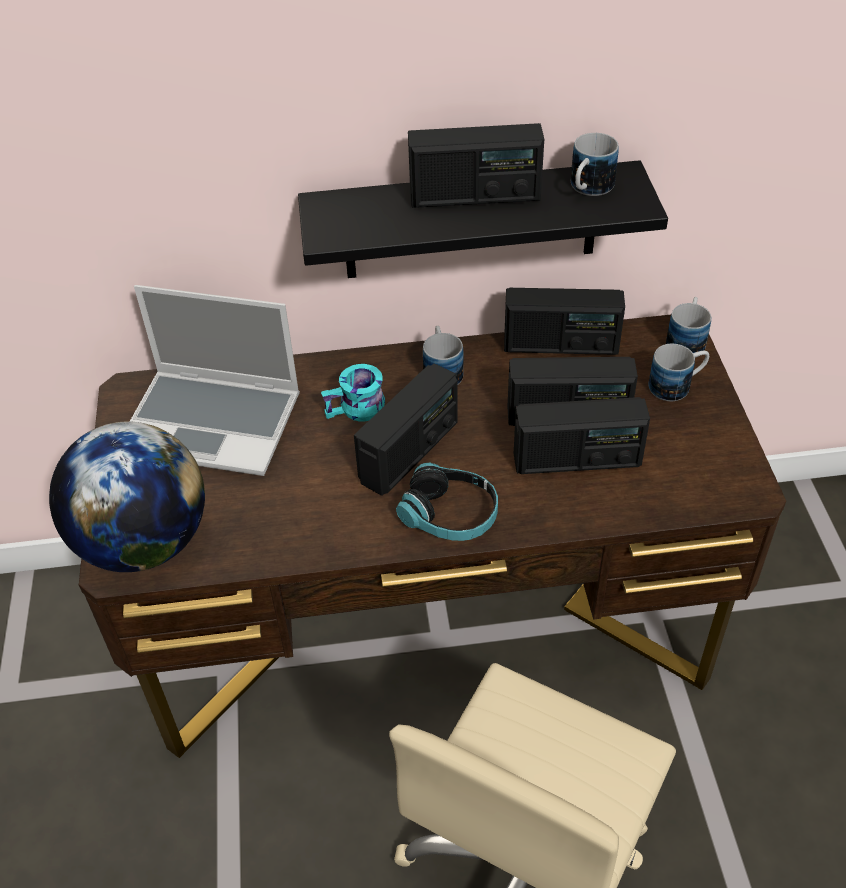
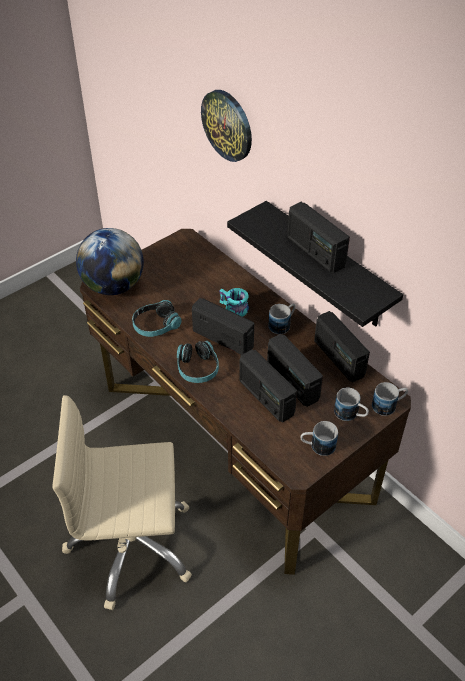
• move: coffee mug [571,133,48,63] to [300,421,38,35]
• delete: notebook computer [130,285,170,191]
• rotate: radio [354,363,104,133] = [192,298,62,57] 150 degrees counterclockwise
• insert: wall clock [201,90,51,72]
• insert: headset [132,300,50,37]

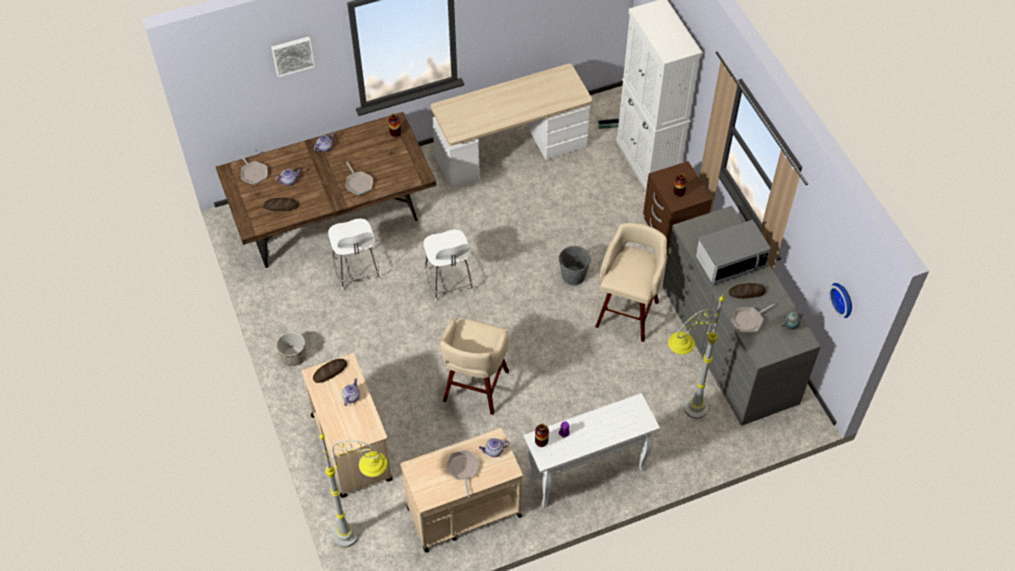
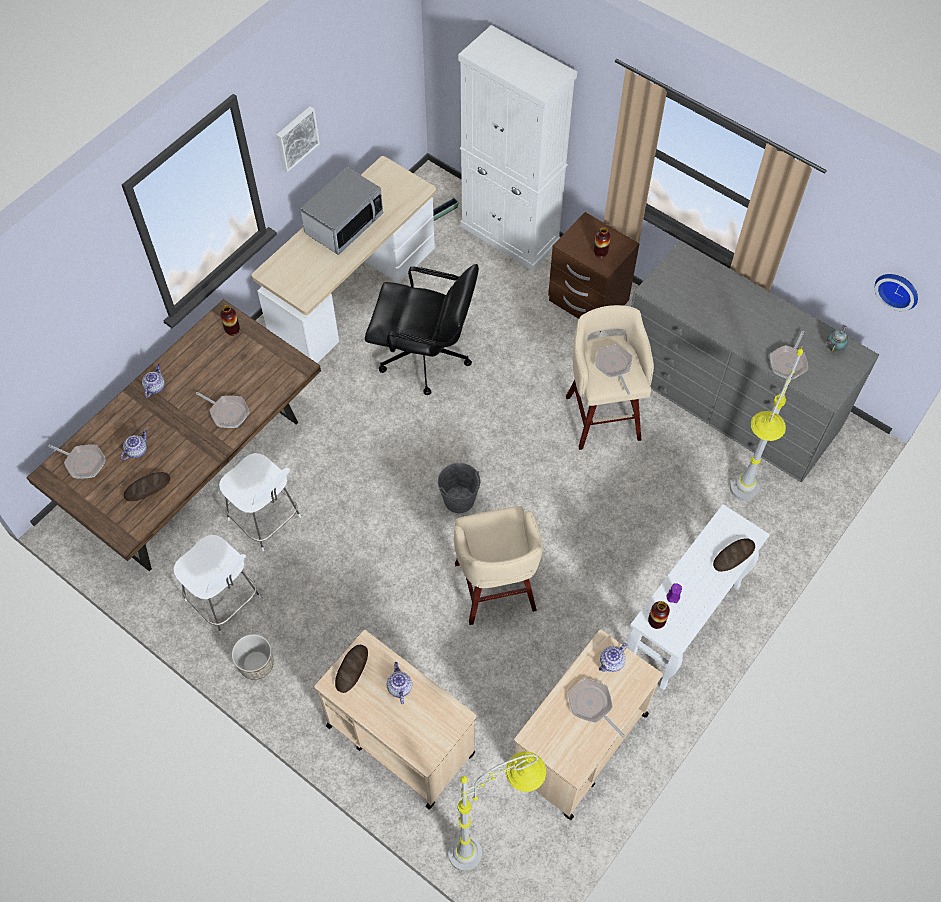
• move: wall art [271,36,44,41] to [277,106,43,66]
• move: microwave [696,220,75,65] to [300,167,83,88]
• move: chair (white) [424,229,49,73] to [173,535,88,99]
• move: bucket (gray) [559,246,33,39] to [438,463,42,50]
• move: bakery bread [729,283,37,16] to [713,538,42,34]
• insert: office chair (black) [365,264,114,131]
• insert: frying pan [595,345,37,50]

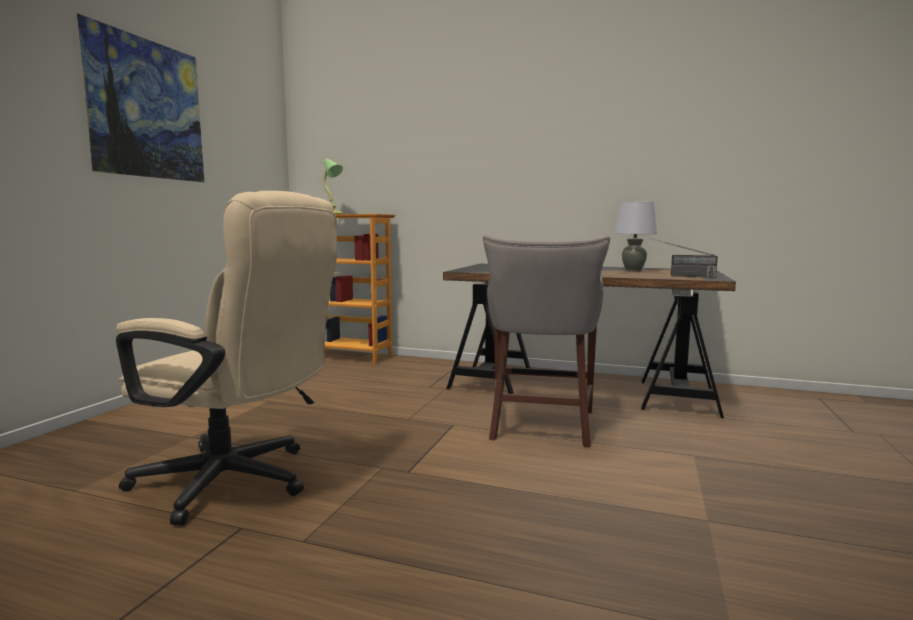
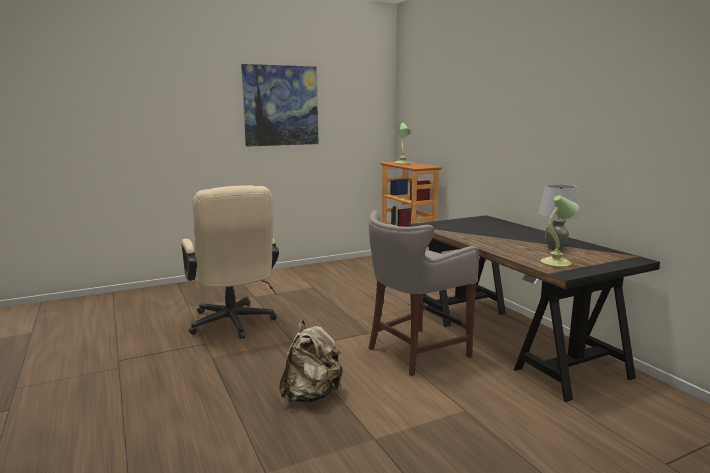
• replace: radio [650,238,68,40] to tabletop lamp [541,195,38,73]
• insert: backpack (beige) [279,320,64,83]

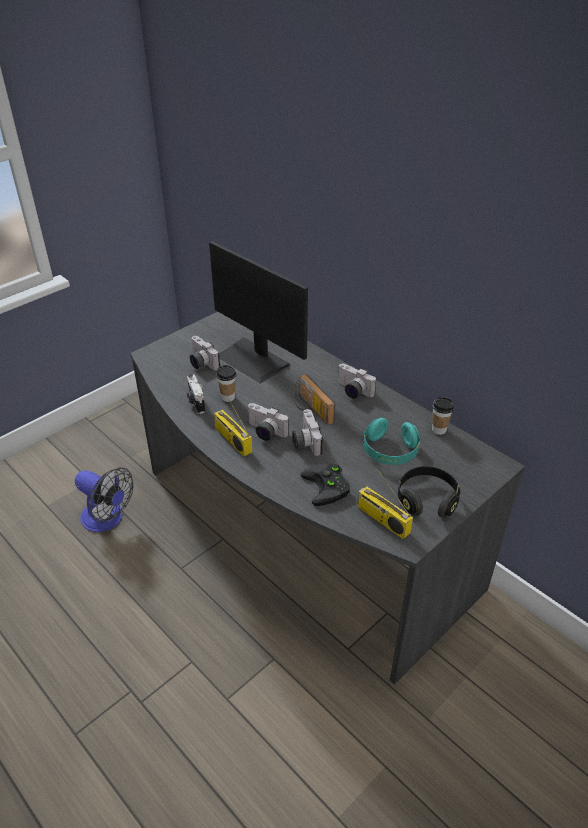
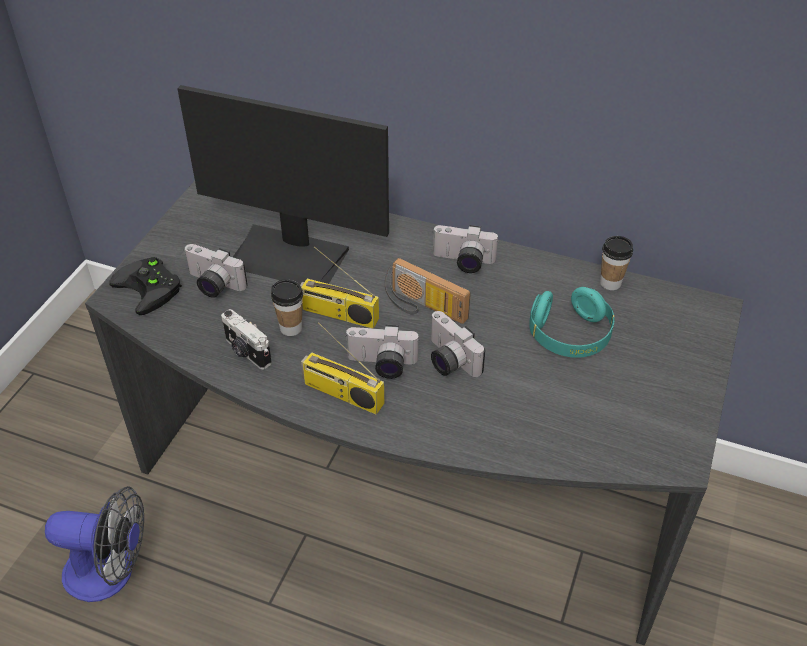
• move: gamepad (black) [301,464,49,42] to [109,257,73,58]
• move: radio [357,466,56,73] to [300,246,79,83]
• delete: headset (black) [398,466,62,52]

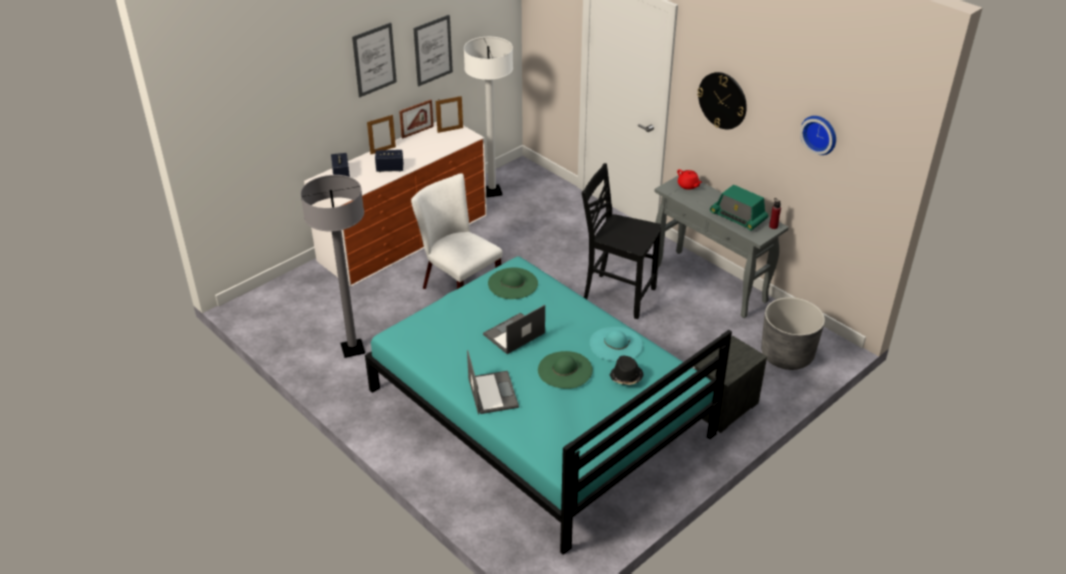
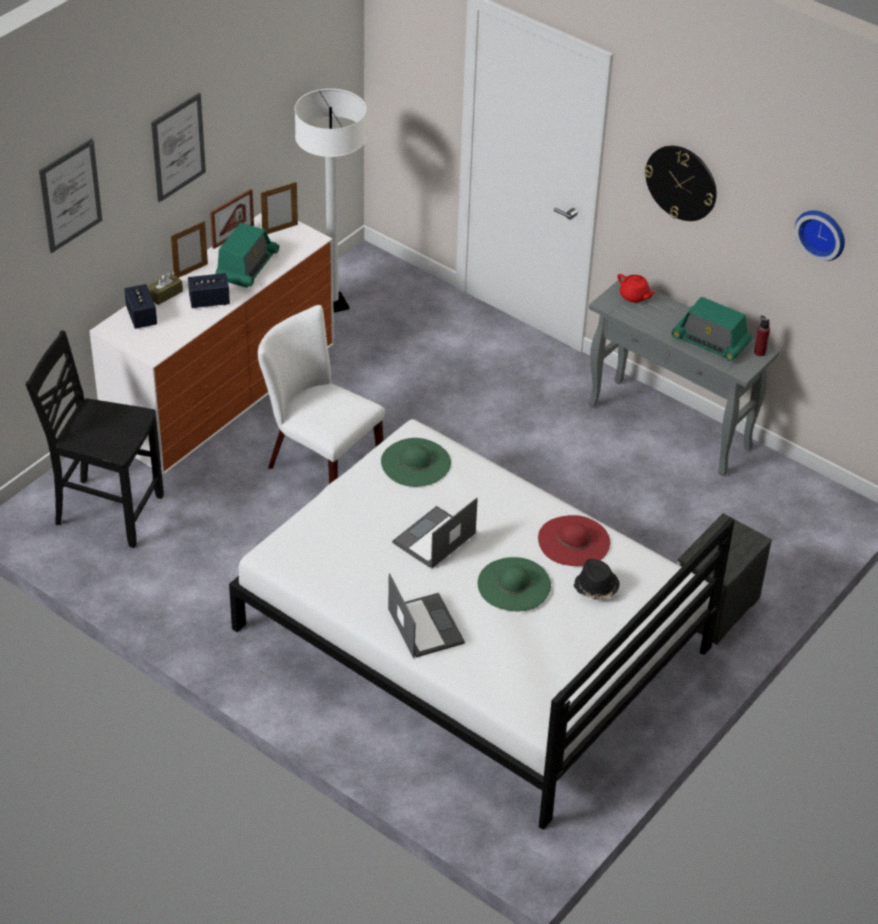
• move: wall art [413,15,40,71] to [39,138,63,115]
• move: chair (black) [582,163,79,156] to [26,330,138,218]
• delete: standing lamp (gray) [300,175,65,183]
• recolor: bedroom bed (blue-green) [365,256,367,299] to bedroom bed (white) [229,419,506,410]
• delete: plant pot (gray) [761,297,64,73]
• recolor: clothing hat (blue-green) [590,327,53,35] to clothing hat (red-coloured) [538,515,72,51]
• insert: radio [215,223,64,65]
• insert: box of tissues (brownish) [147,272,36,33]

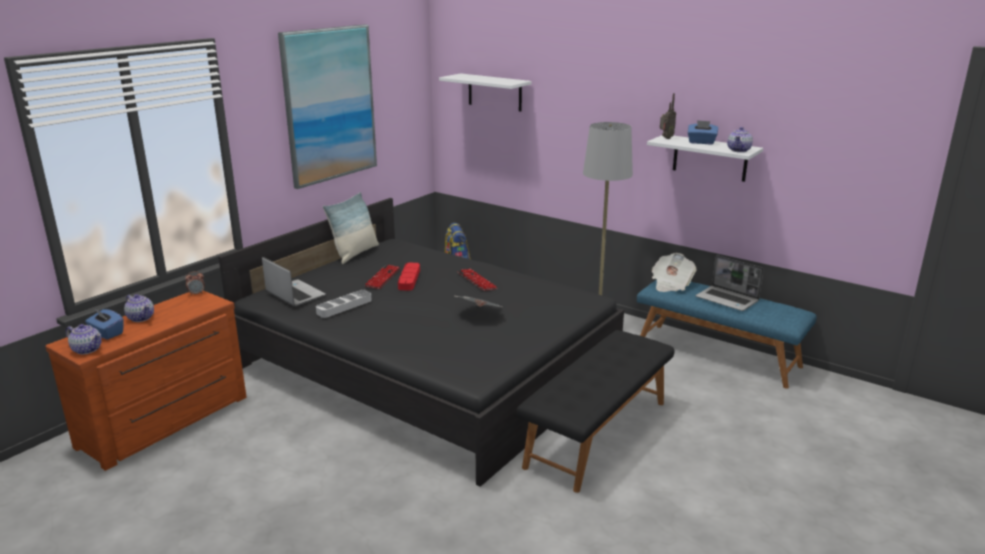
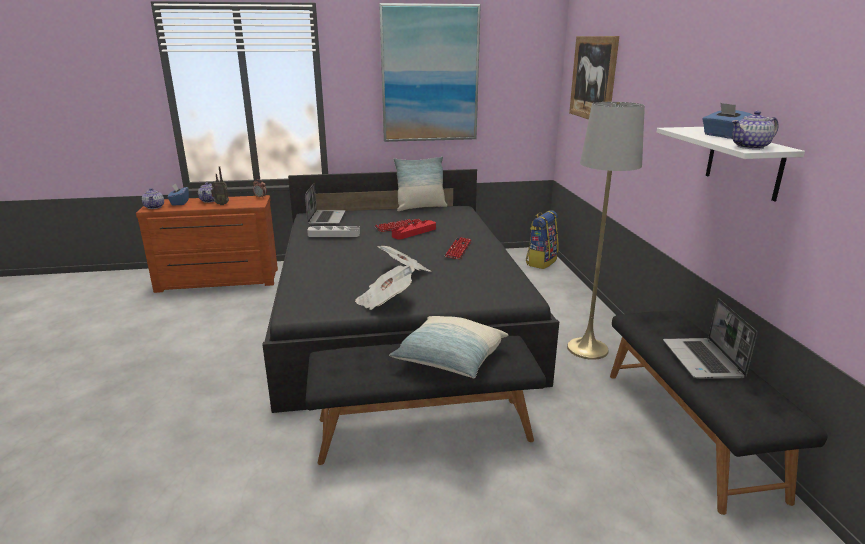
• replace: bracket shelf (white) [439,73,93,38] to wall art [569,36,50,84]
• move: radio [660,93,16,46] to [211,166,18,39]
• move: daily paper [651,253,46,39] to [355,265,60,45]
• recolor: bench (blue) [637,279,180,110] to bench (black) [610,311,218,204]
• insert: pillow [389,316,119,62]

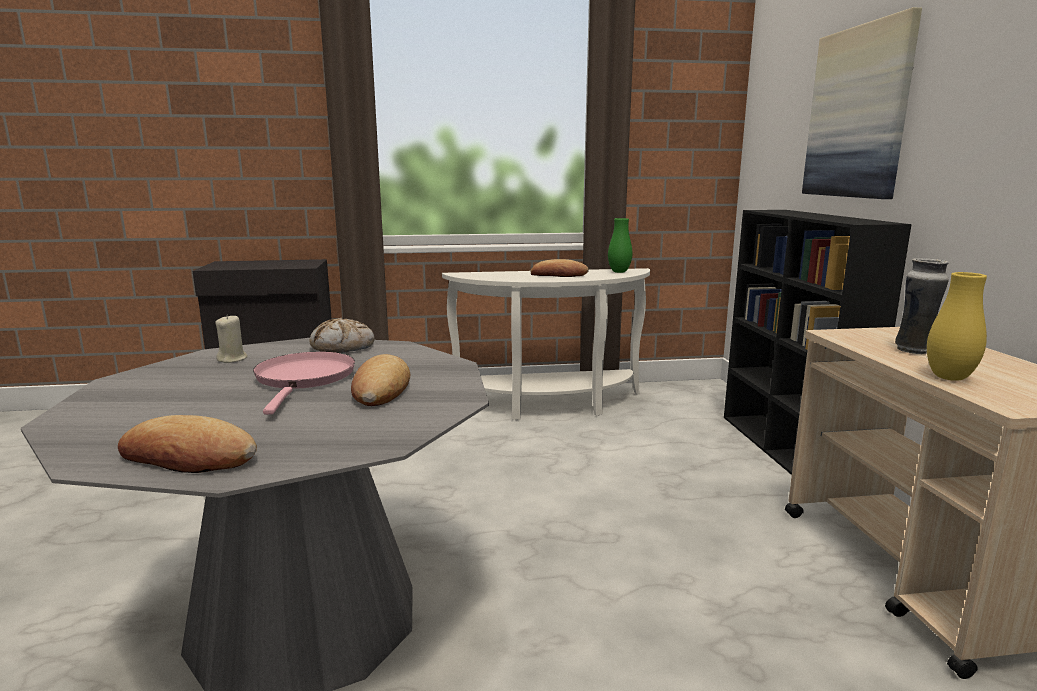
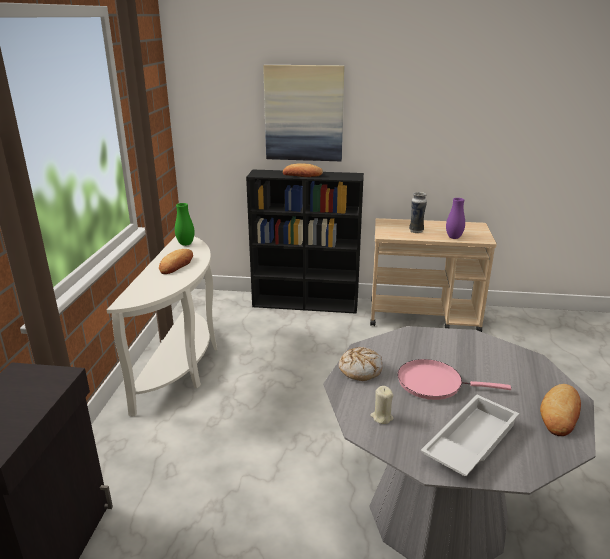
• recolor: vase (yellow-coloured) [927,272,60,109] to vase (purple-coloured) [446,198,19,41]
• move: bakery bread [351,354,59,52] to [283,163,40,14]
• insert: carrying tray (white) [421,395,98,81]

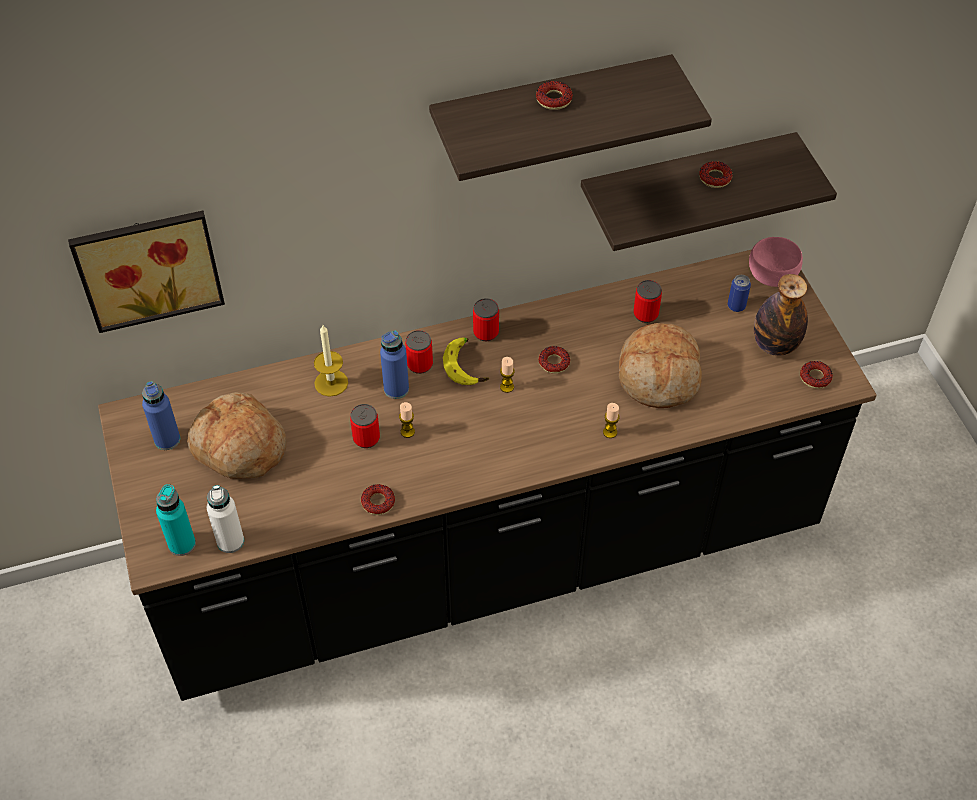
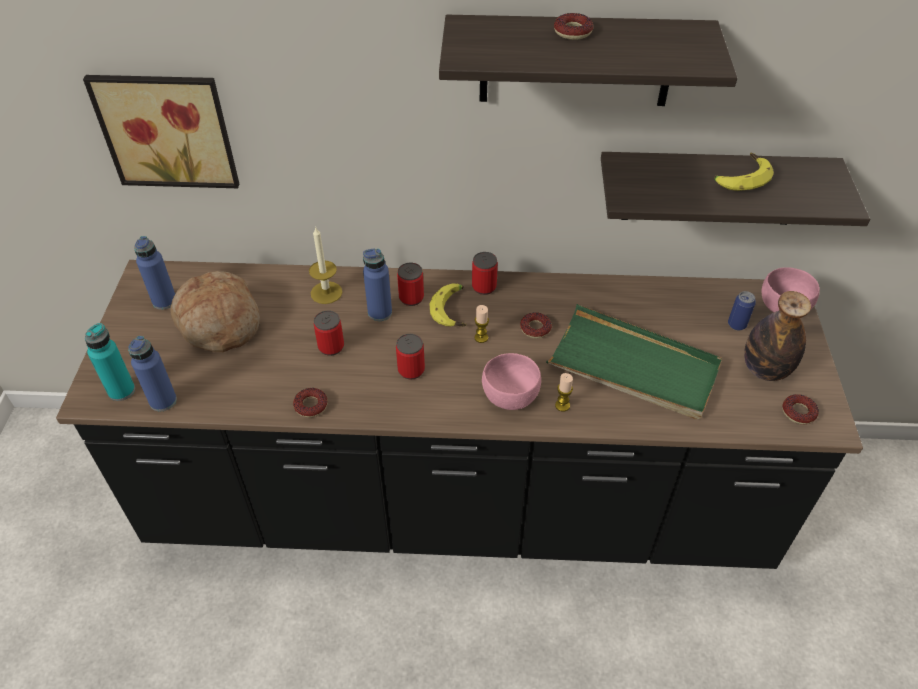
• replace: donut [699,161,33,27] to banana [714,153,60,38]
• move: metal can [634,280,28,43] to [396,334,29,46]
• replace: bakery bread [619,323,83,85] to carrying tray (greenish) [546,304,176,115]
• delete: wax light [399,402,16,36]
• recolor: bottle (white) [207,485,37,68] to bottle (blue) [128,336,49,75]
• insert: deep dish (pink-coloured) [482,353,59,57]

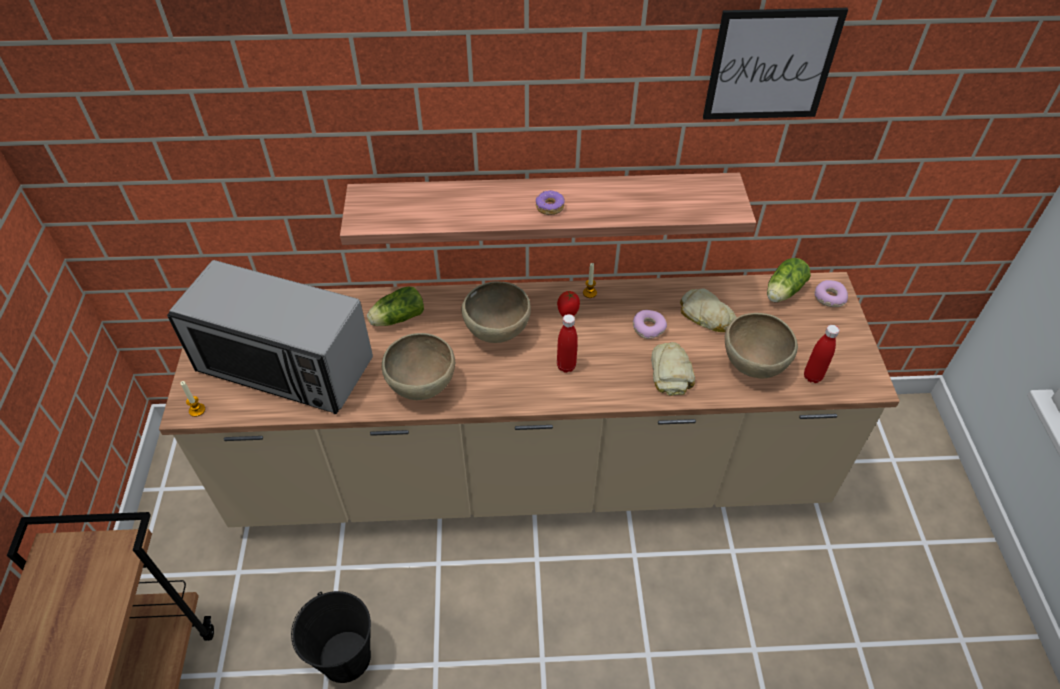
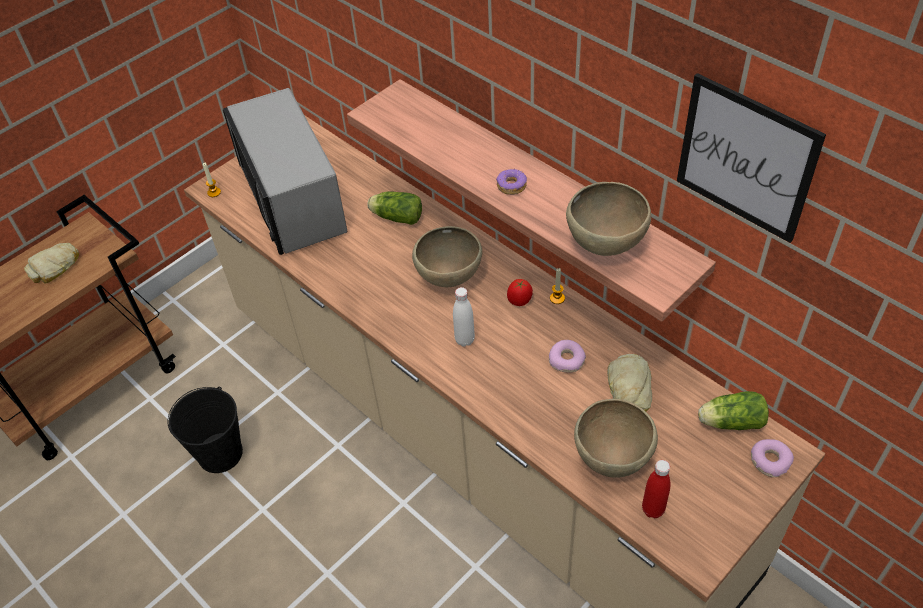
• recolor: bottle (red-coloured) [557,314,21,59] to bottle (white) [453,287,22,60]
• move: deep dish (brownish) [382,333,73,67] to [566,182,85,74]
• move: bakery bread [651,342,44,54] to [24,243,55,41]

